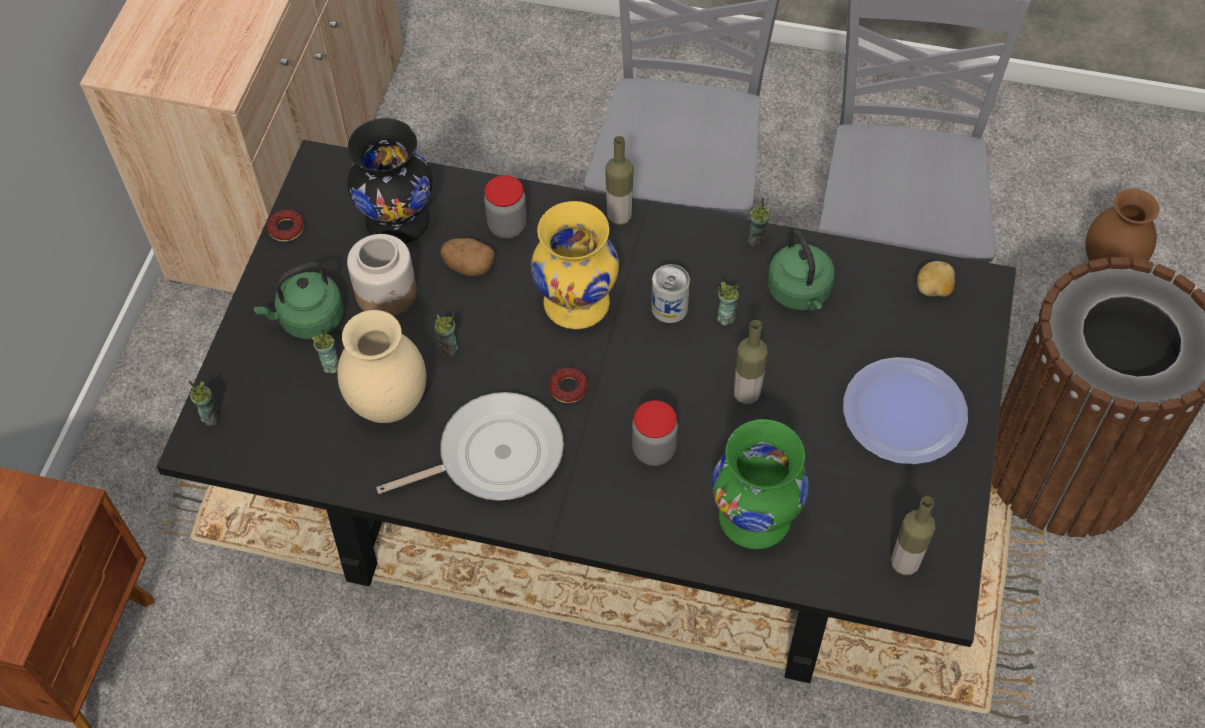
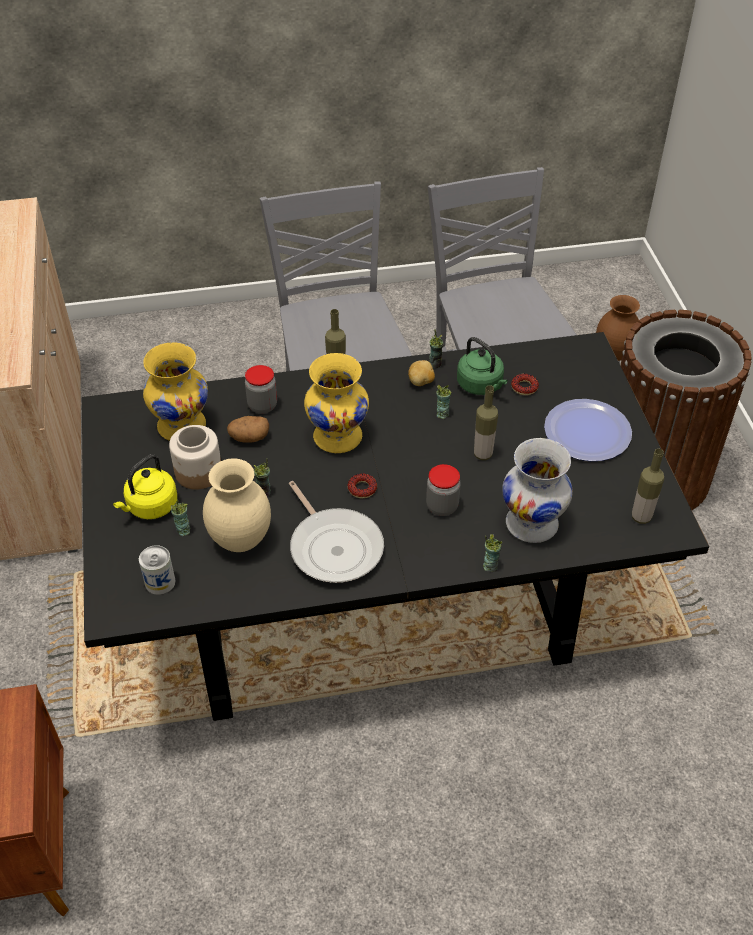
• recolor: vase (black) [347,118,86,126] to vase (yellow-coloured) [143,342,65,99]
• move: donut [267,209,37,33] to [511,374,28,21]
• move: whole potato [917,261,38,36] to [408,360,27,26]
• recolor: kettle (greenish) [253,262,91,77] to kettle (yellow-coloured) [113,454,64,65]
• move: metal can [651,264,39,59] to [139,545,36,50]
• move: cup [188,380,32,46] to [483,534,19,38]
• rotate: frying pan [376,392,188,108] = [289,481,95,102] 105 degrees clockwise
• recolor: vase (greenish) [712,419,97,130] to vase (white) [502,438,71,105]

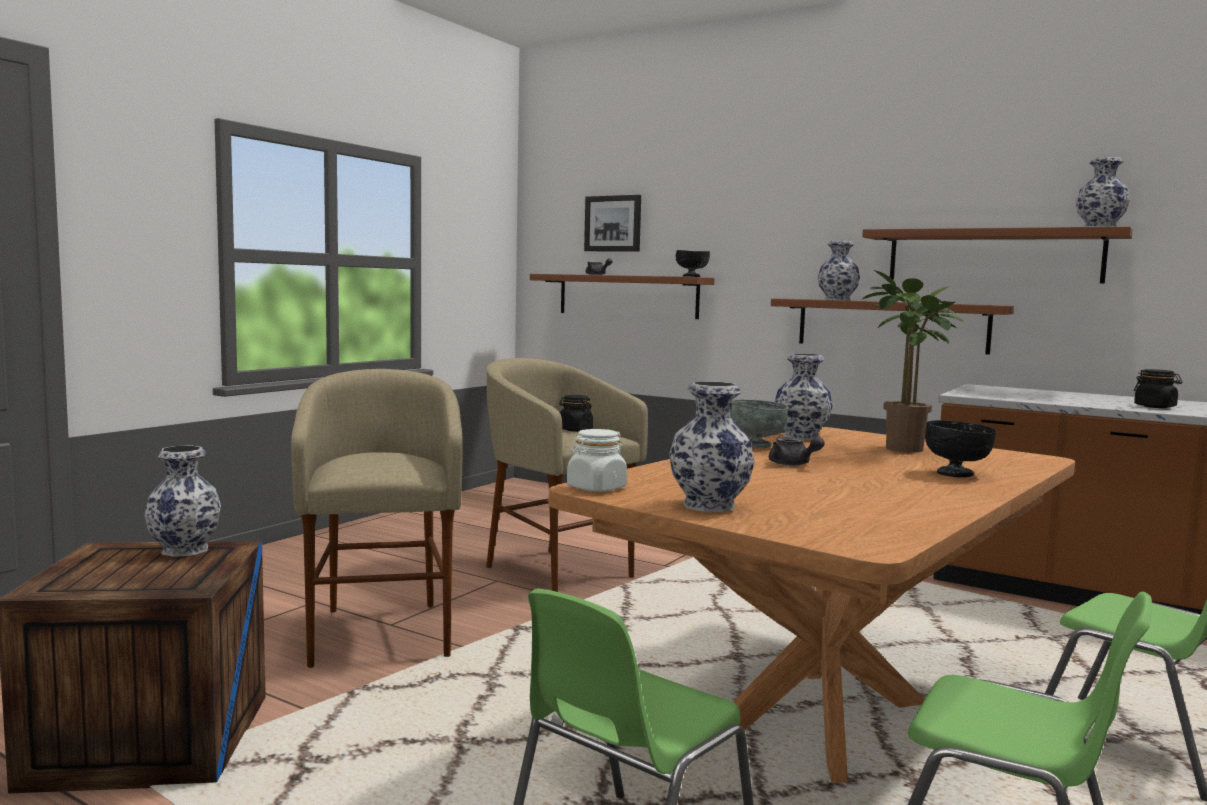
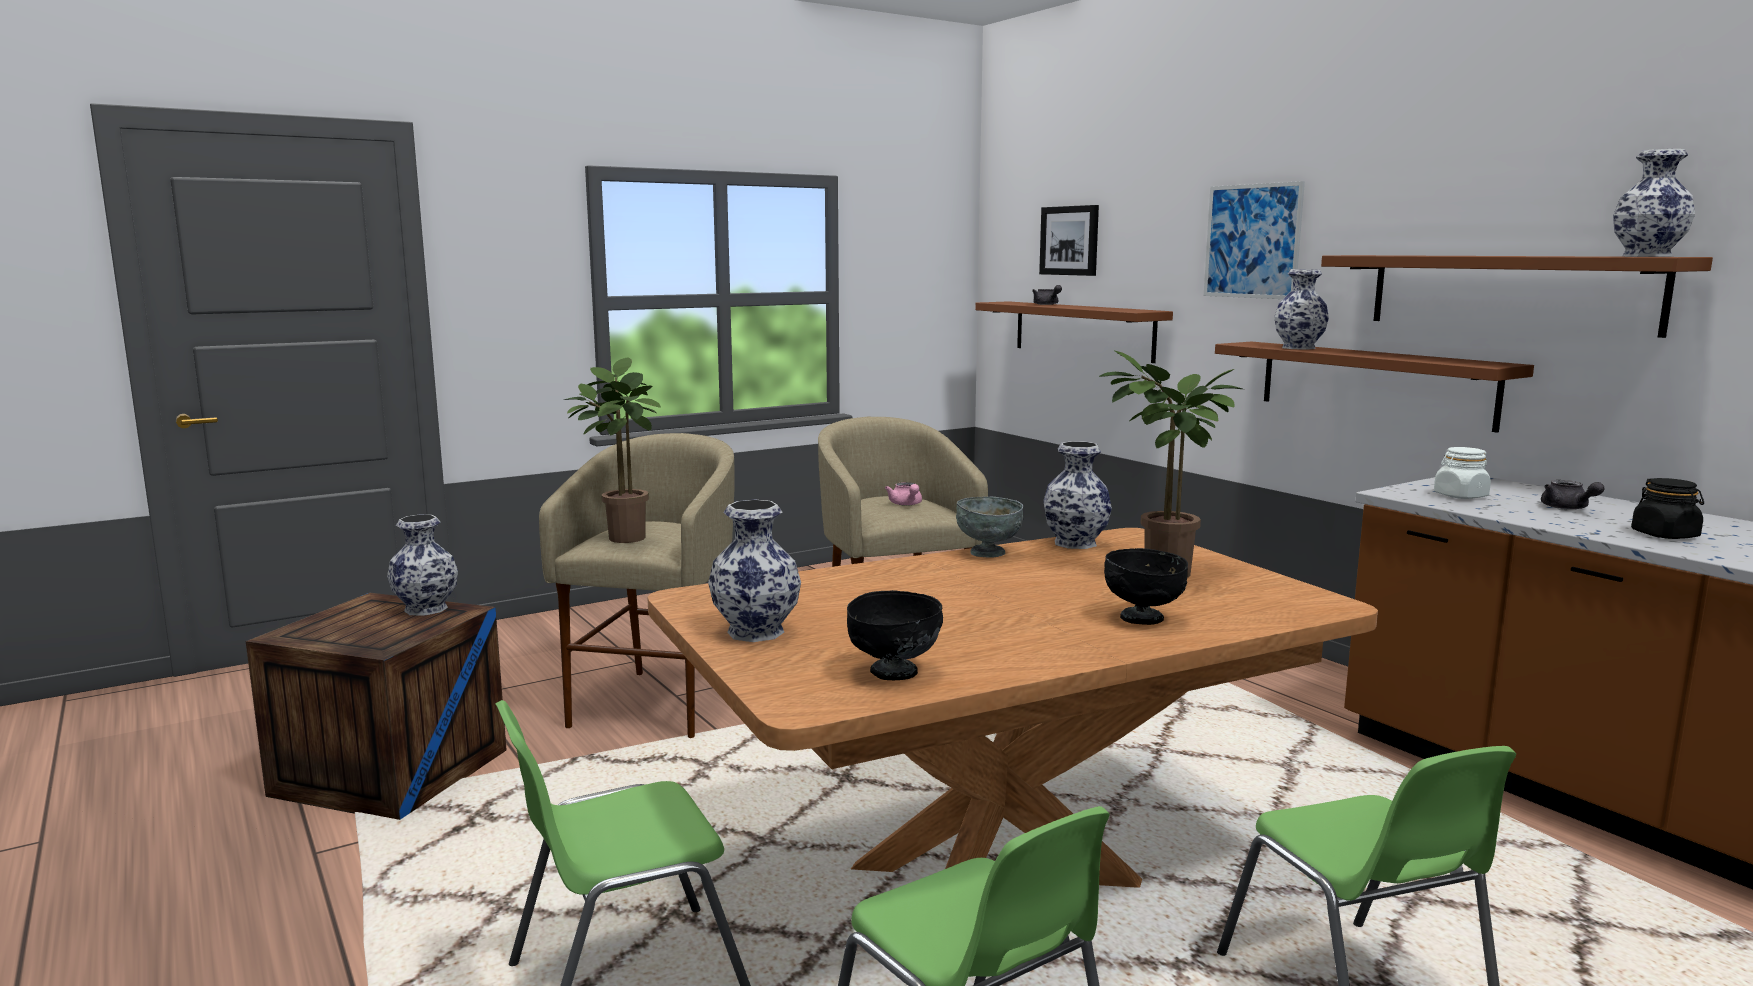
• move: deep dish (black) [676,250,34,27] to [847,590,96,90]
• replace: preserve jar (black) [559,395,34,36] to pot for tea (pink-coloured) [885,482,37,24]
• move: preserve jar (white) [567,429,60,63] to [1434,447,57,52]
• move: pot for tea (gray) [769,437,56,29] to [1541,480,64,30]
• insert: wall art [1204,181,101,118]
• insert: potted plant [563,358,98,185]

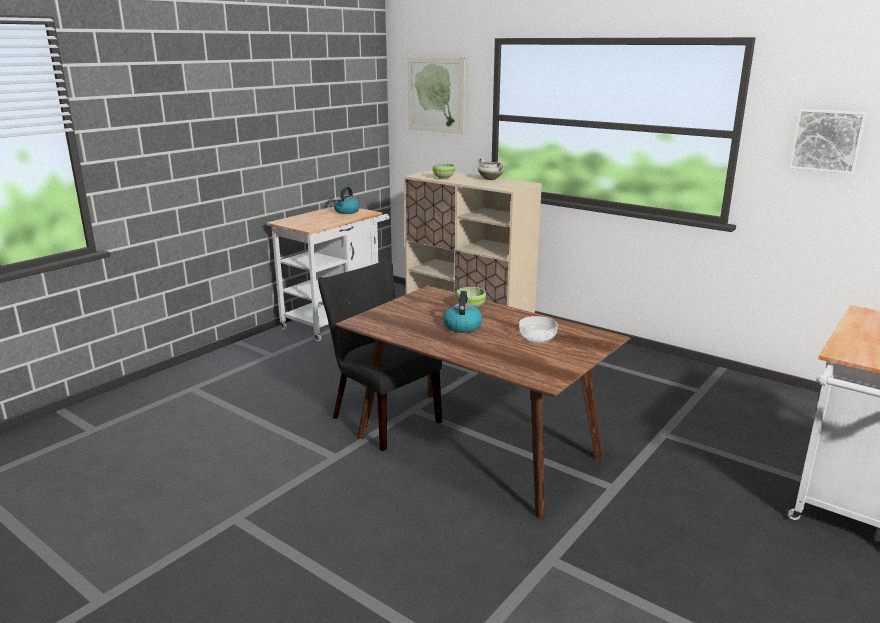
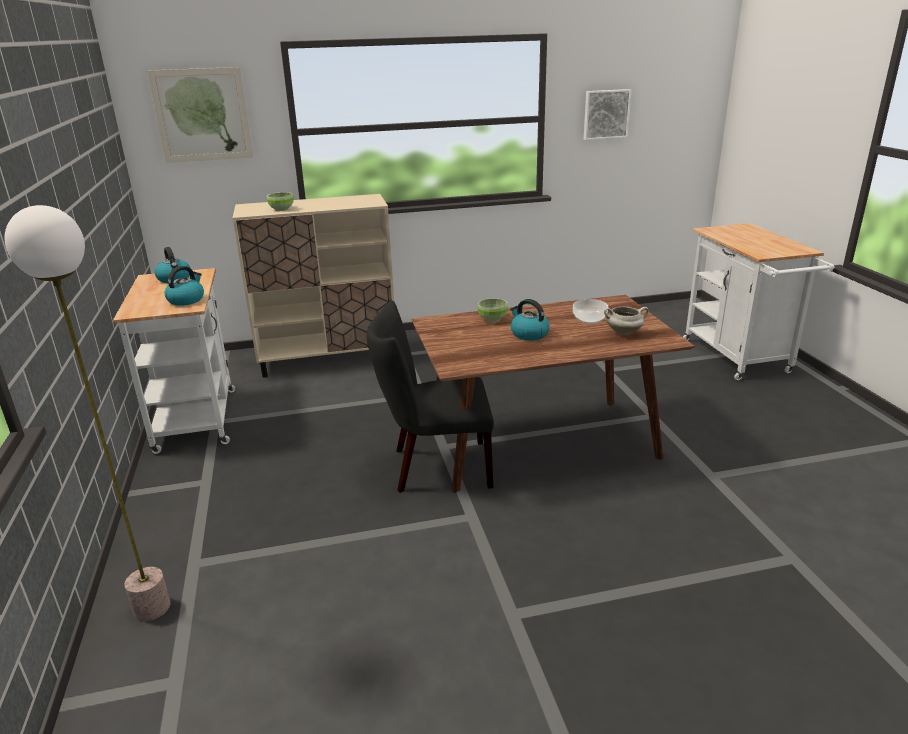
• move: saucepot (white) [478,158,26,22] to [604,307,45,28]
• insert: standing lamp [5,205,165,416]
• insert: kettle [164,266,40,40]

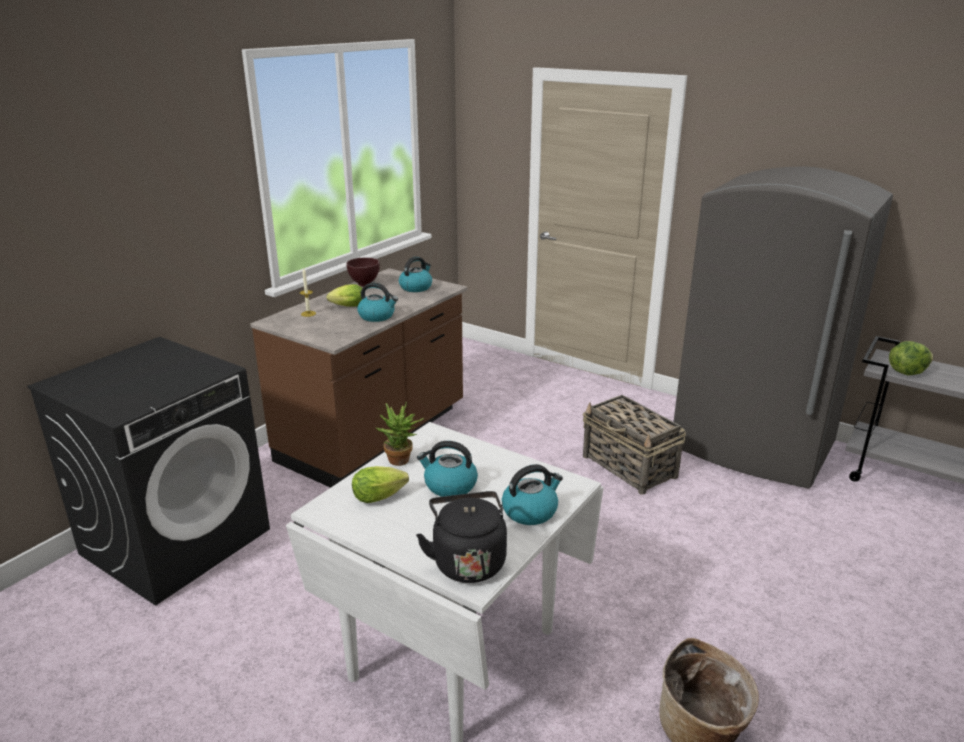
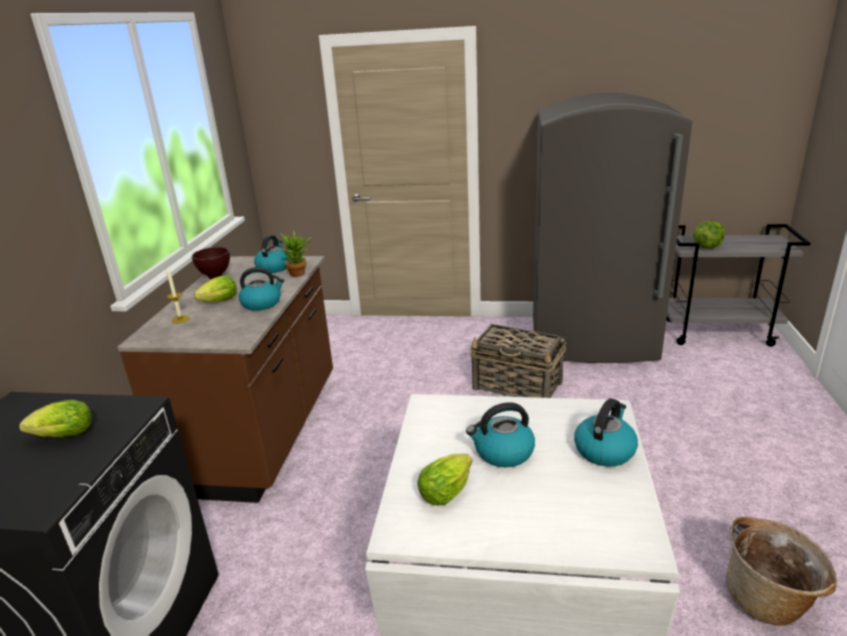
• move: potted plant [376,402,49,64] to [281,231,31,46]
• delete: kettle (black) [416,491,91,92]
• insert: lettuce head [19,400,73,37]

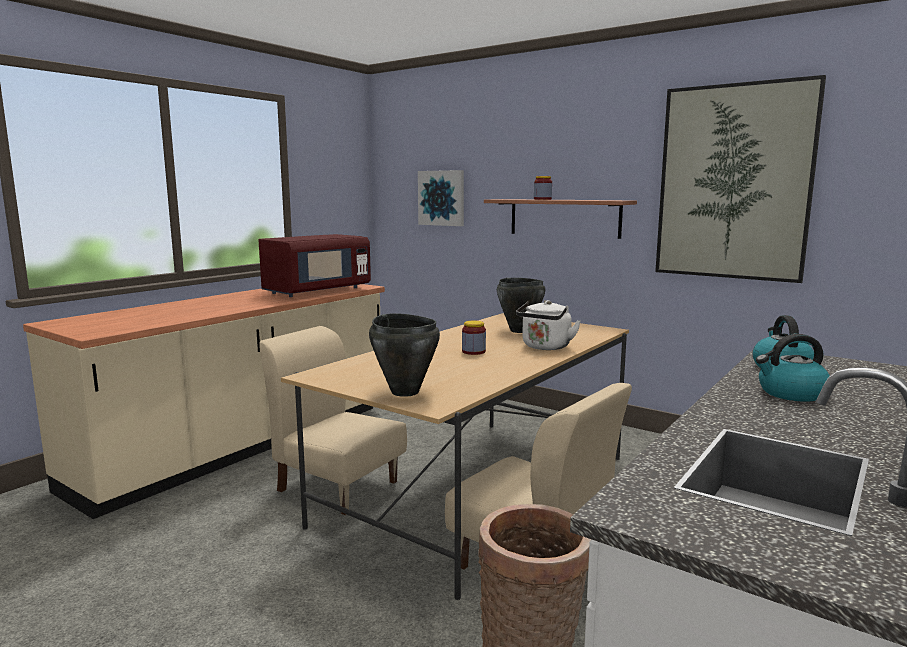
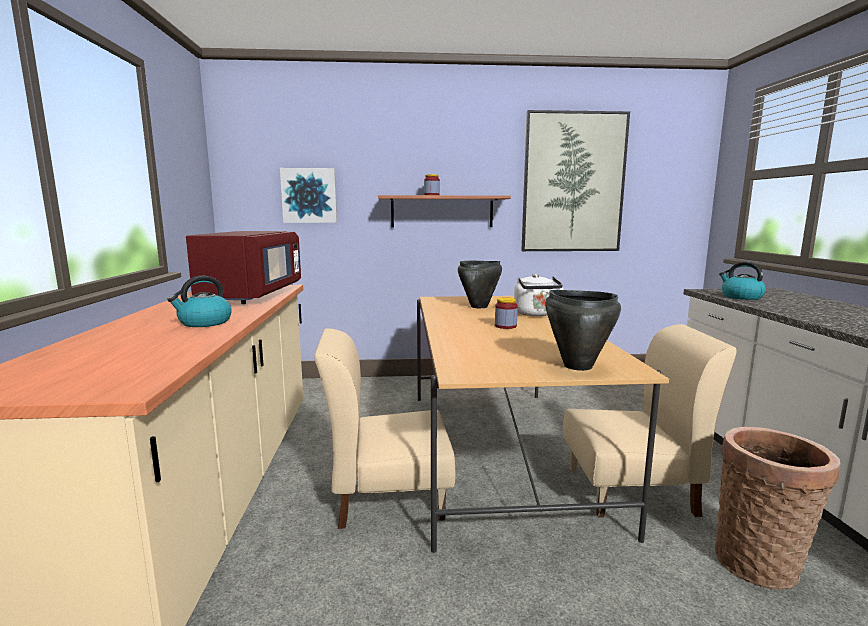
• move: kettle [756,334,74,68] to [167,276,65,51]

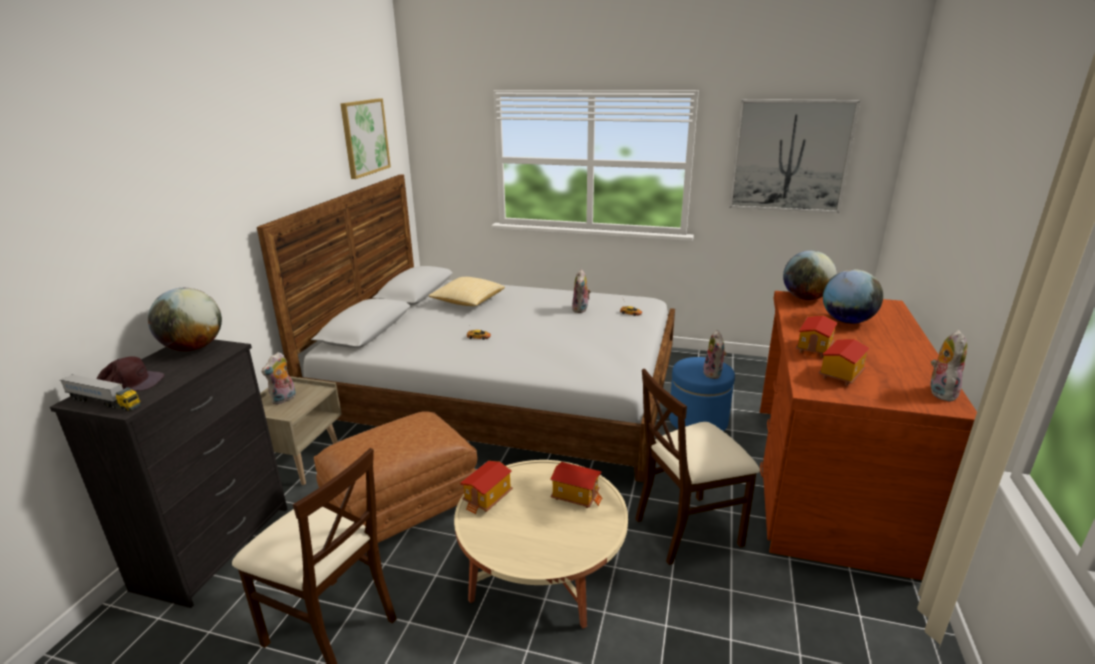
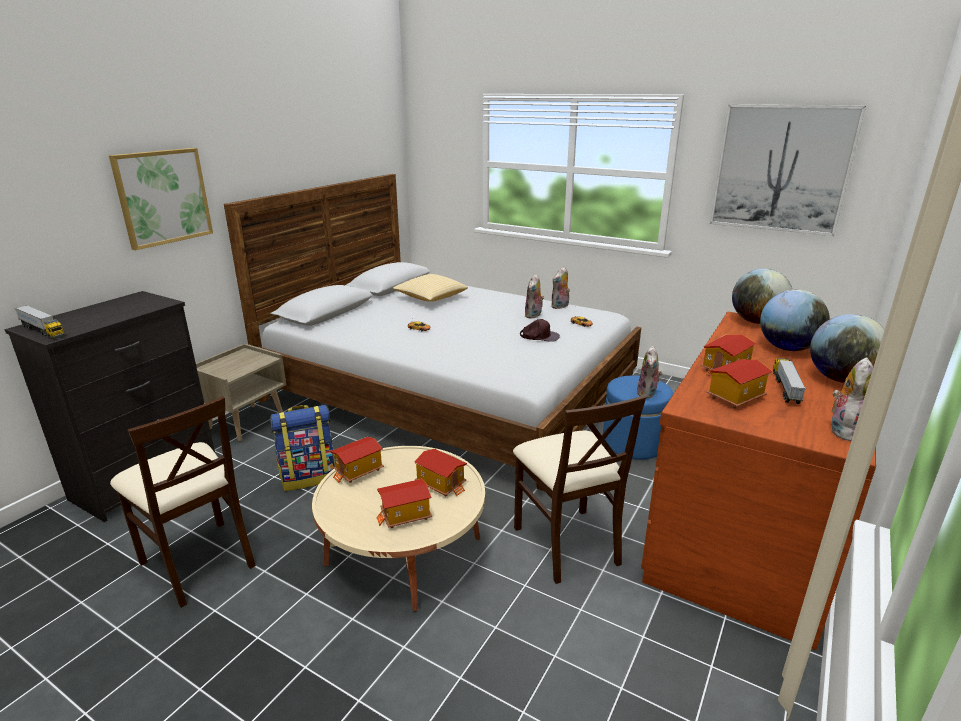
• move: wall art [340,98,51,81] to [109,148,104,102]
• move: desk globe [148,288,74,63] to [810,314,75,69]
• move: plush toy [261,352,35,53] to [551,267,19,42]
• move: cap (brownish) [97,356,67,35] to [520,319,40,23]
• rotate: chair (beige) [635,369,125,196] = [513,395,133,189] 105 degrees counterclockwise
• replace: footrest (brownish) [314,411,163,146] to backpack [270,405,65,86]
• insert: model truck [773,358,33,46]
• insert: toy house [377,479,55,49]

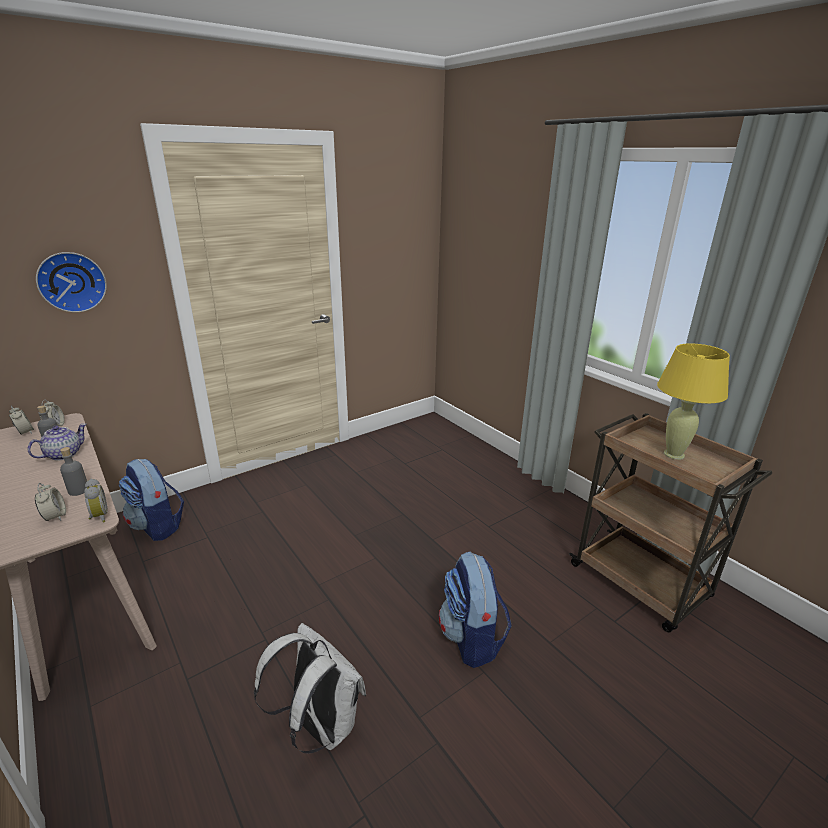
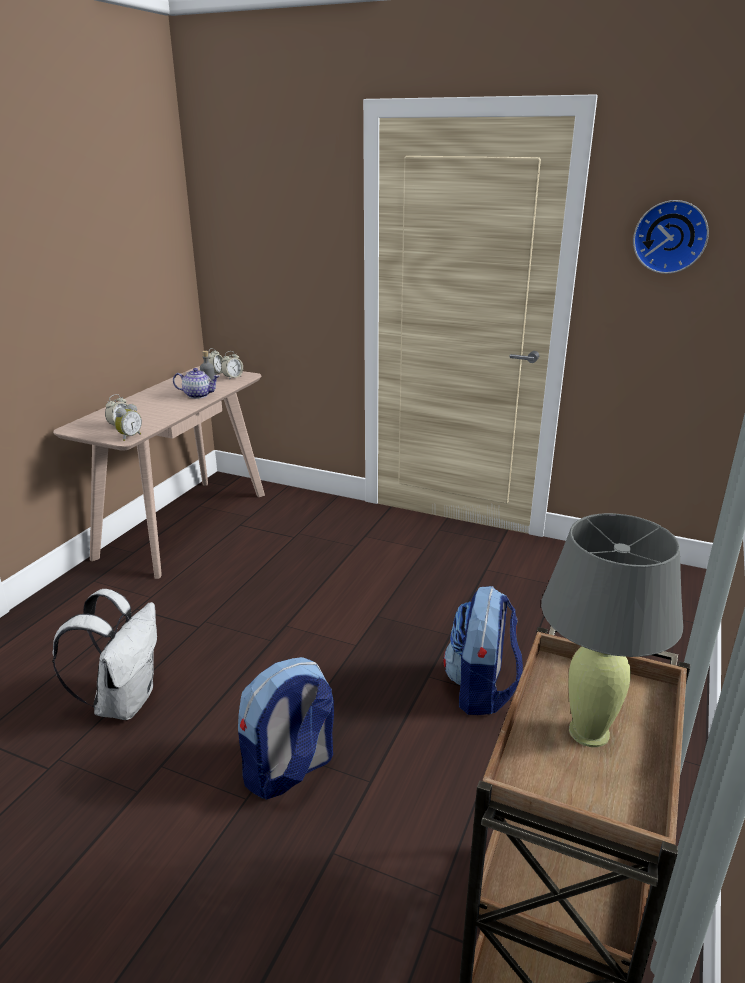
• move: wall clock [36,252,71,61] to [633,200,76,74]
• recolor: tabletop lamp (yellow-coloured) [657,343,73,117] to tabletop lamp (gray) [541,513,142,234]
• delete: bottle (gray) [60,447,29,49]
• move: backpack [119,459,65,82] to [443,586,80,129]

